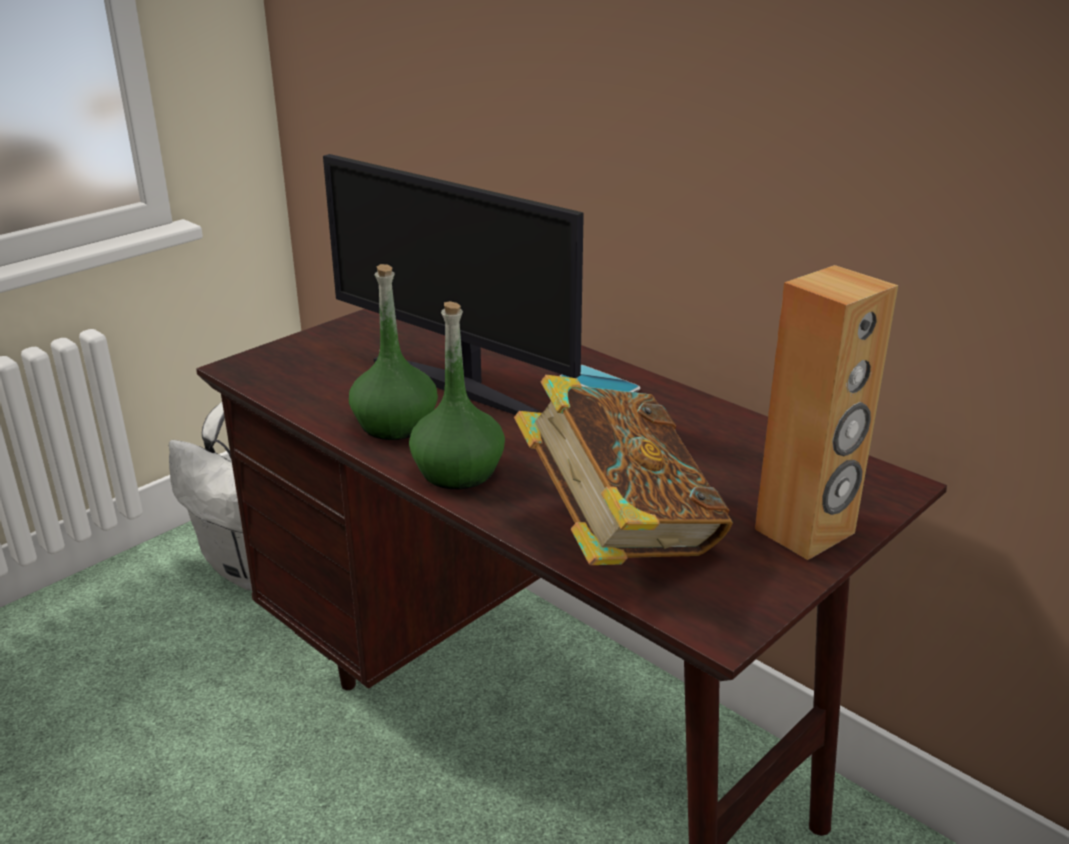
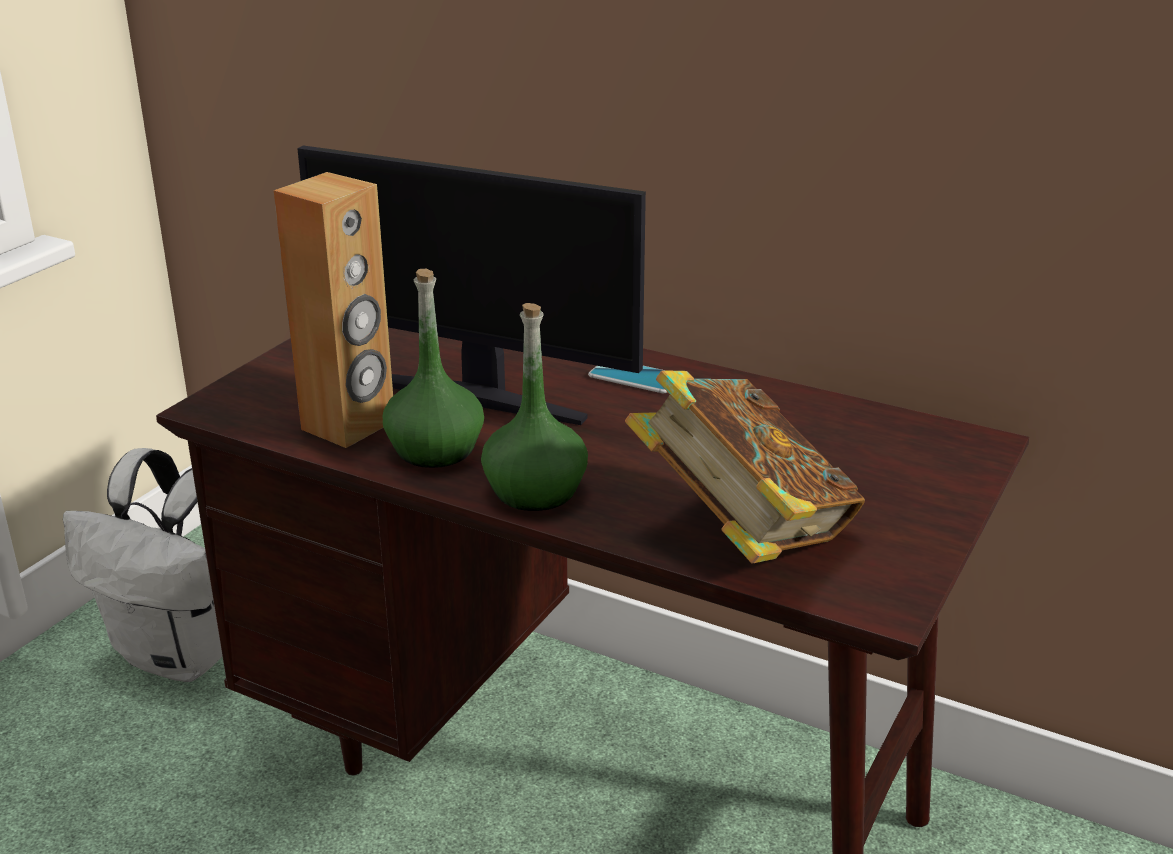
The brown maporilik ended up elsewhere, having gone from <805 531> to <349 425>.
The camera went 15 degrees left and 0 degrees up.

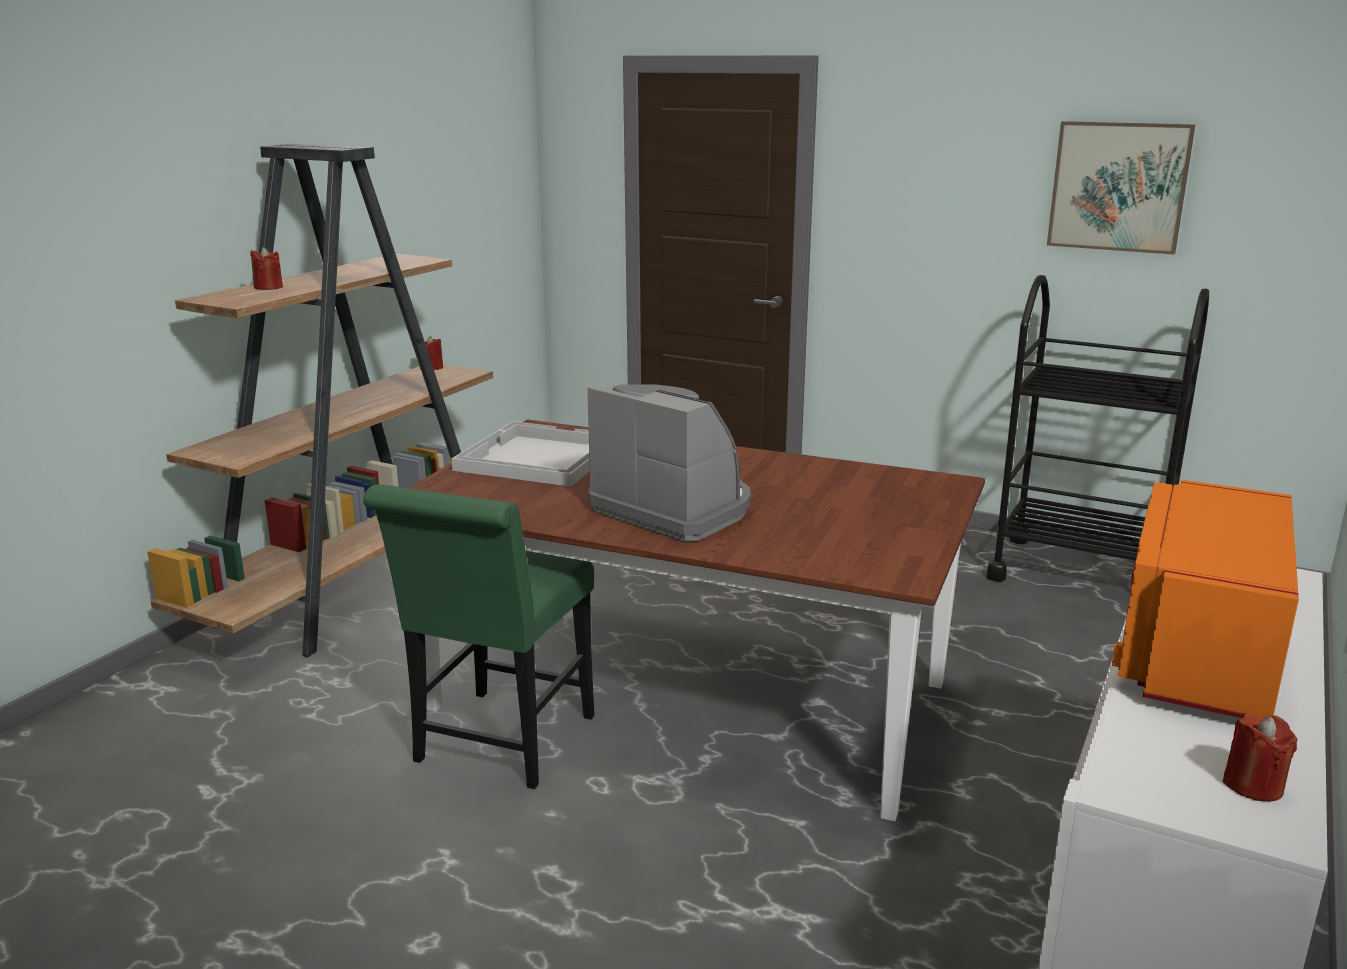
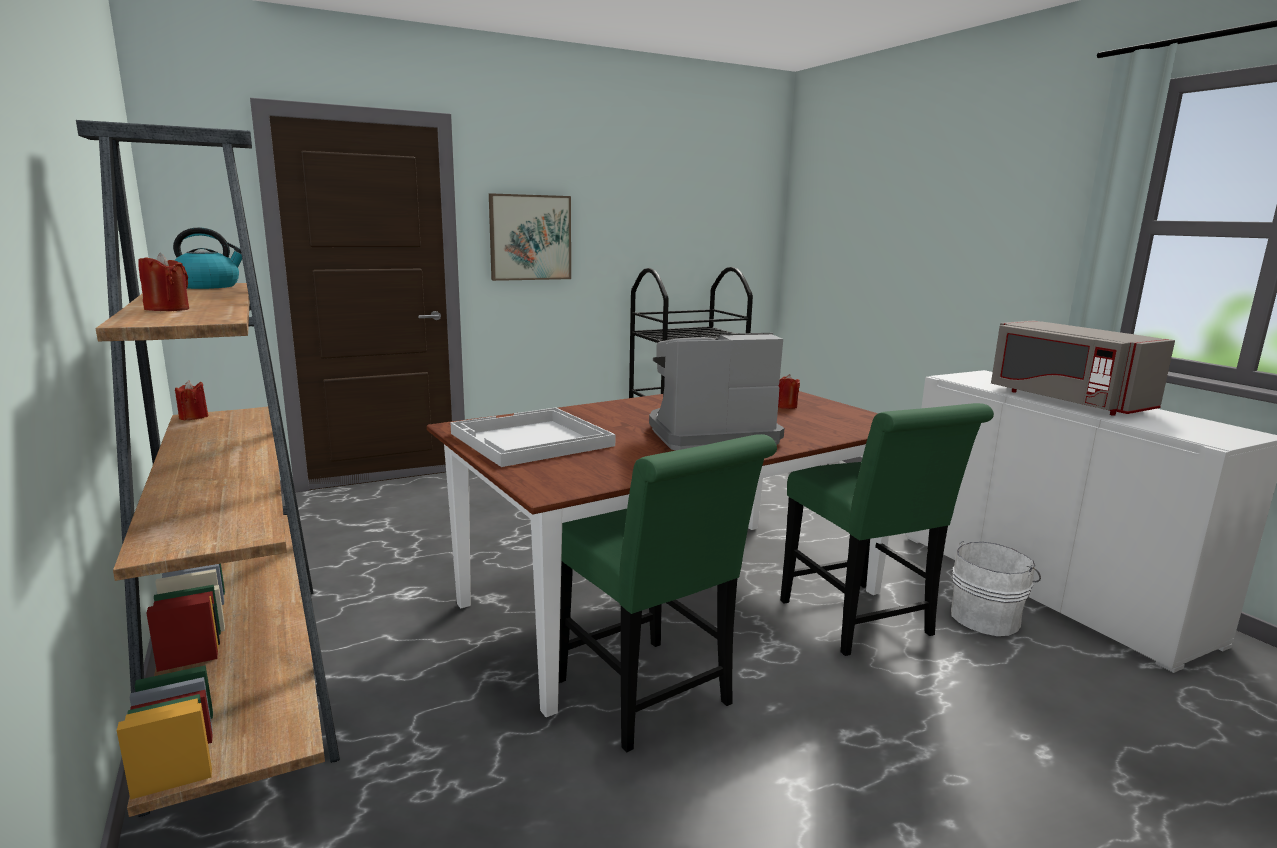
The second view gained the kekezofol at <208 286>.
The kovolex ended up elsewhere, having gone from <1118 186> to <530 237>.
The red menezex ended up elsewhere, having gone from <1253 785> to <786 406>.
The second view gained the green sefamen at <862 623>.
The second view gained the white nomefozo at <987 617>.
What was the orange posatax at <1196 652> turned into the grey posatax at <1065 400>.
The camera went 55 degrees left and 5 degrees down.

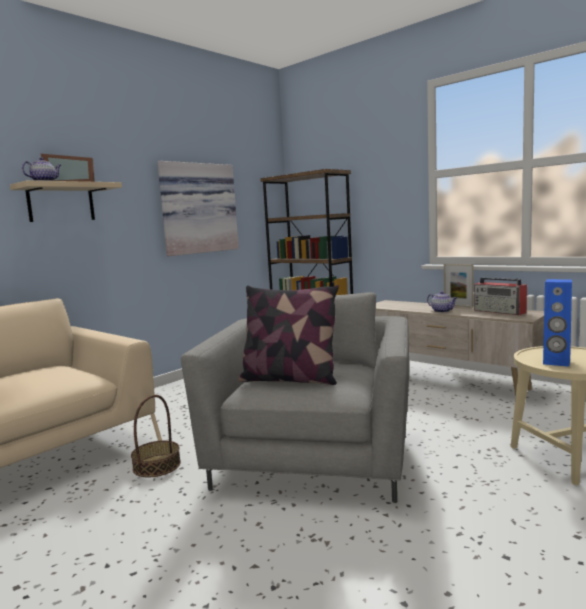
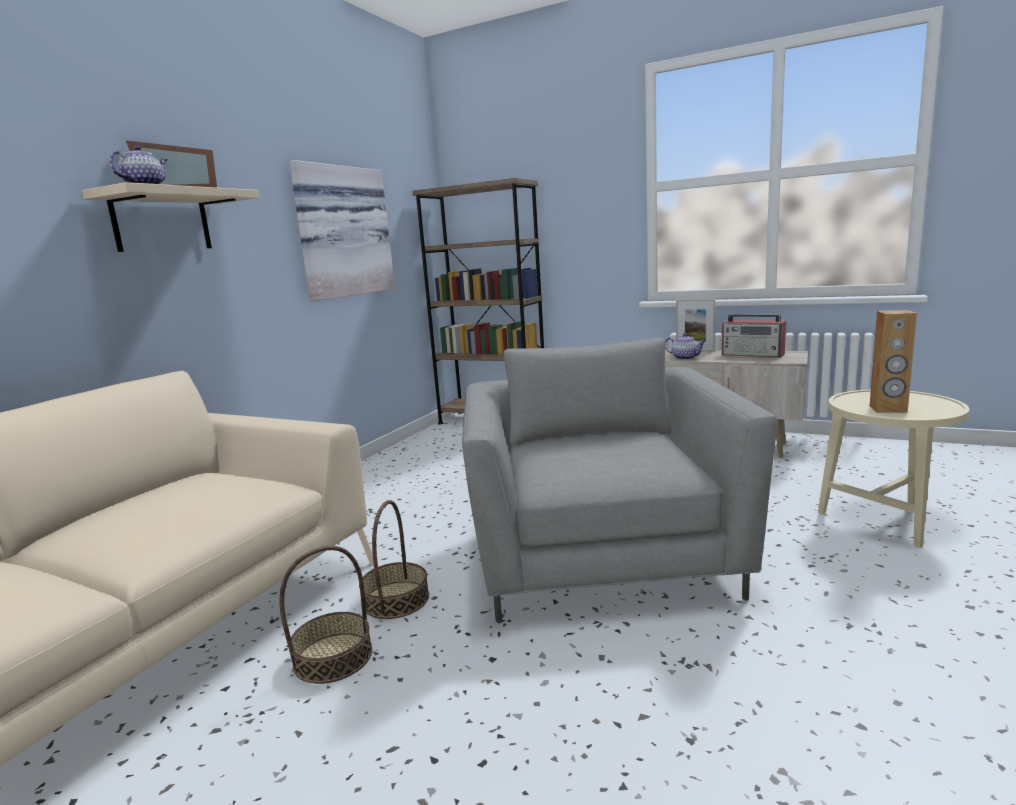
The second view gained the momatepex at <333 657>.
What was the blue maporilik at <556 362> turned into the brown maporilik at <888 409>.
The second view lost the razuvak at <289 379>.
The camera went 15 degrees left and 5 degrees up.

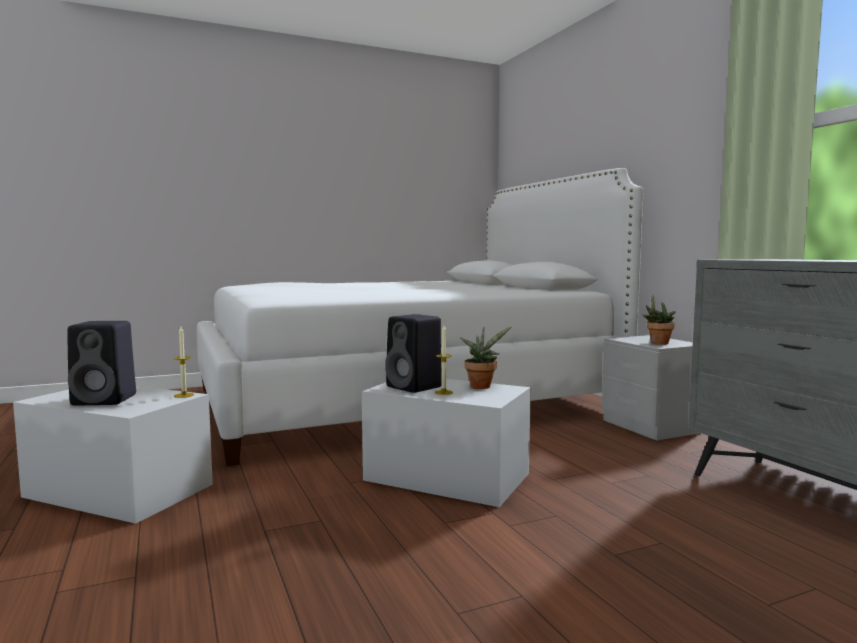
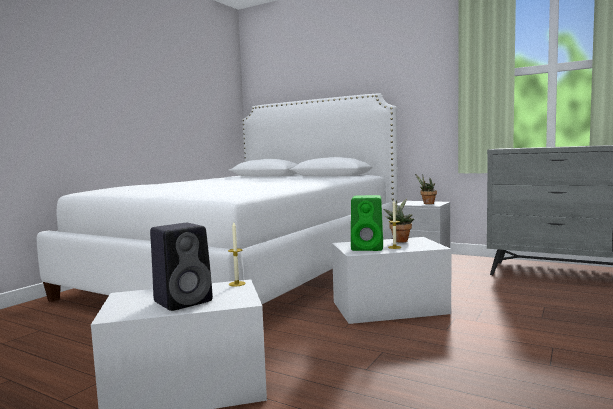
What was the black maporilik at <415 387> turned into the green maporilik at <368 248>.
The camera went 35 degrees left and 0 degrees up.

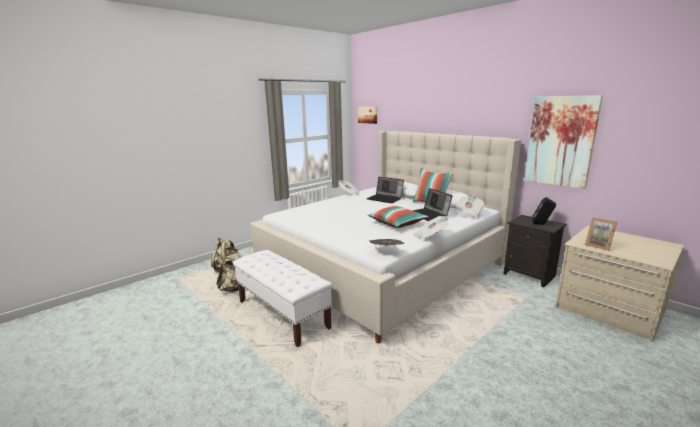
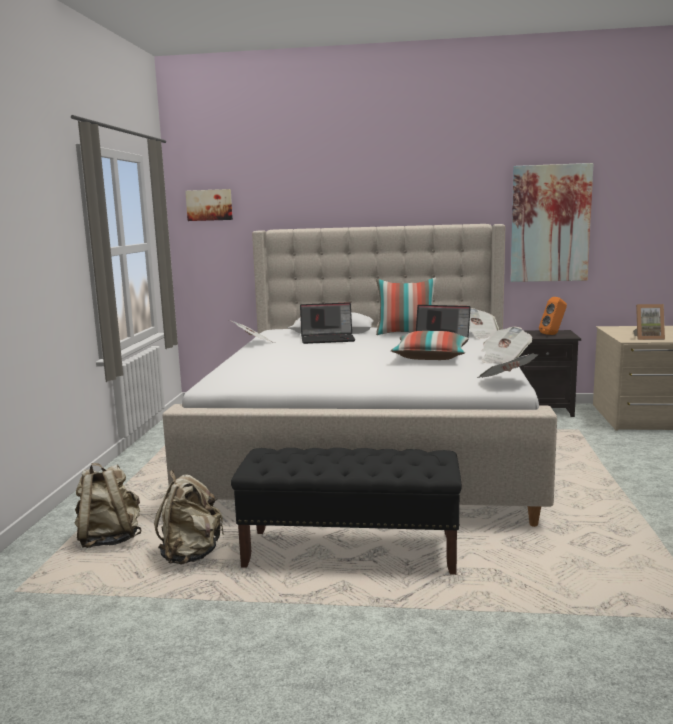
What was the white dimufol at <283 314> turned into the black dimufol at <351 552>.
What was the black maporilik at <541 224> turned into the orange maporilik at <553 334>.
The camera went 40 degrees left and 5 degrees down.

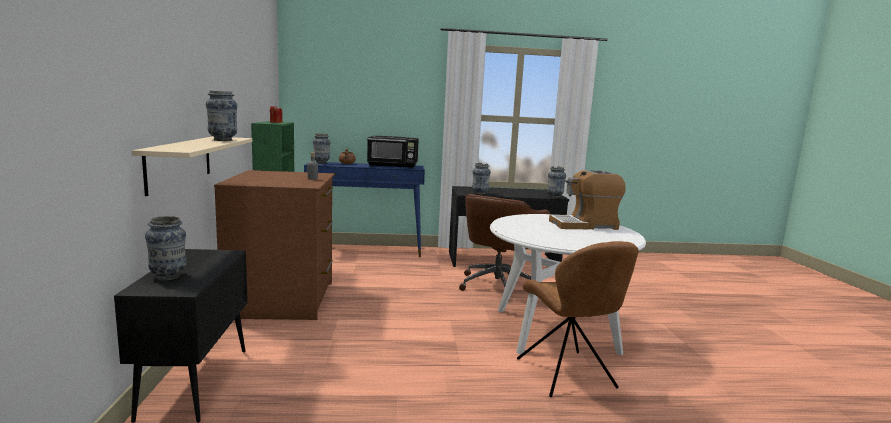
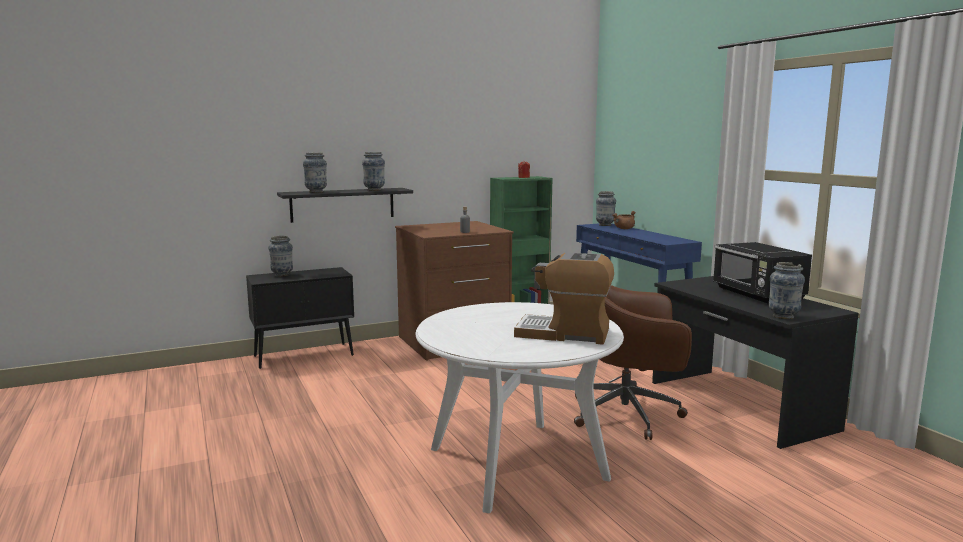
What was the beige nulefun at <179 162> turned into the black nulefun at <342 204>.
The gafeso ended up elsewhere, having gone from <480 193> to <316 192>.
The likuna at <584 225> ended up facing another way, 45 degrees counterclockwise from before.
The black posatax ended up elsewhere, having gone from <393 166> to <757 295>.
The second view lost the brown sefamen at <567 375>.
The camera went 70 degrees right and 0 degrees up.

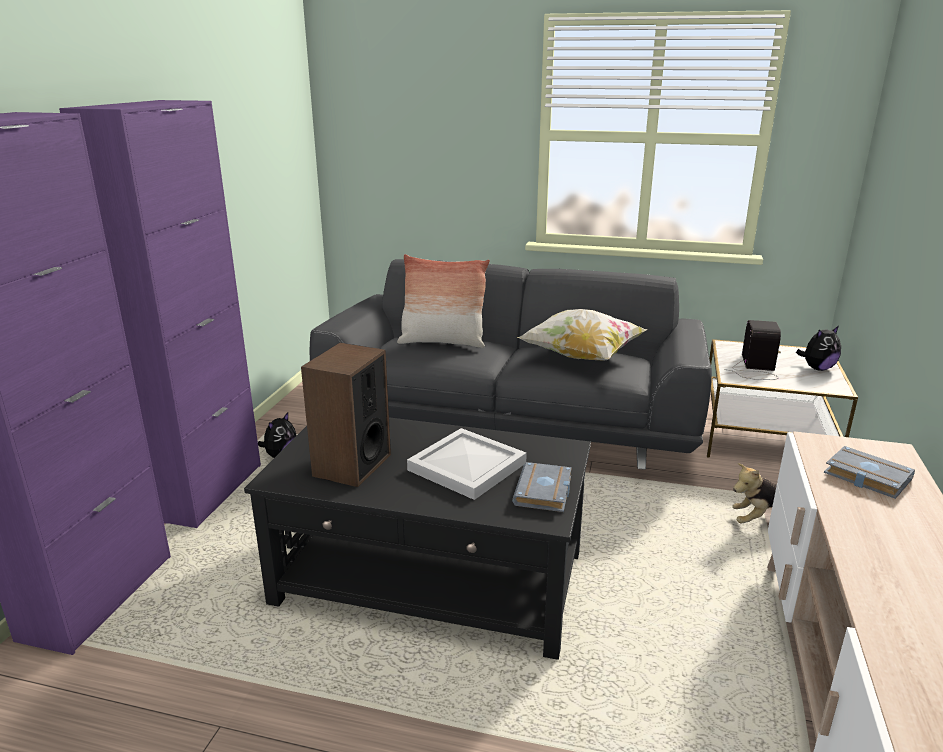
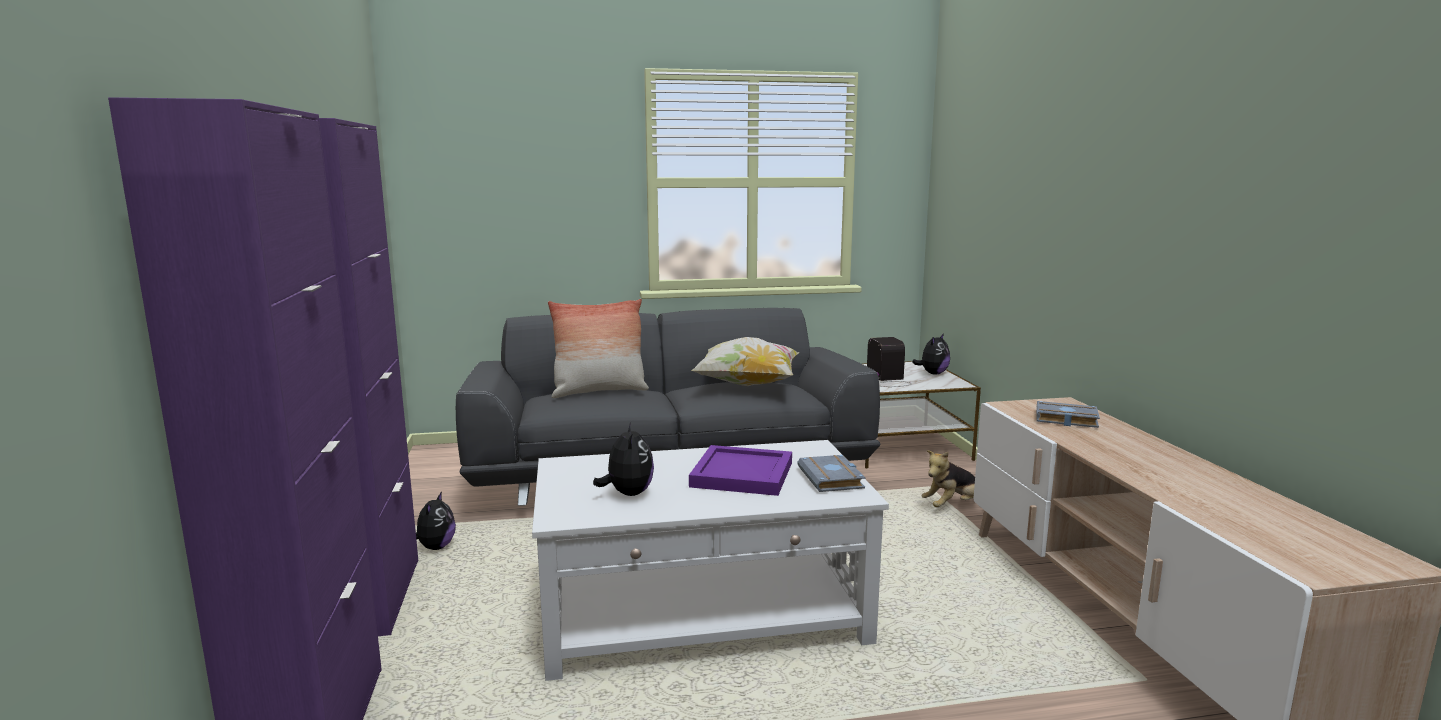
What was the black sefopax at <431 578> turned into the white sefopax at <704 613>.
Where the maporilik stood at <351 465>, the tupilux came to stand at <627 493>.
What was the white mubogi at <465 466> turned into the purple mubogi at <740 475>.
The camera went 25 degrees left and 10 degrees down.

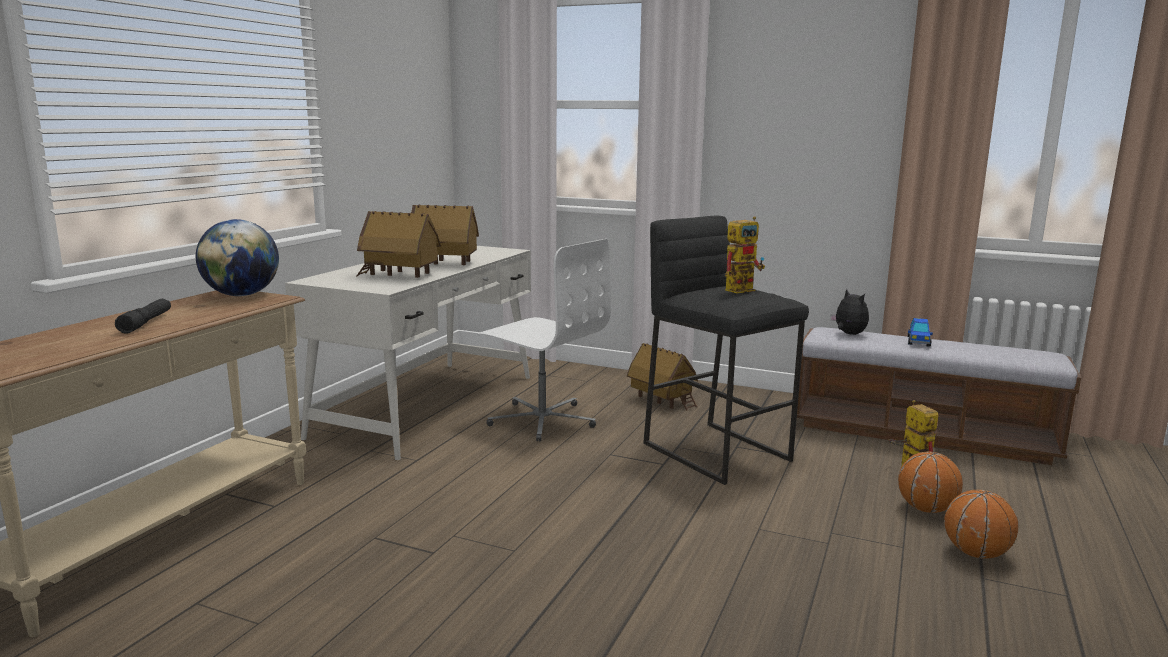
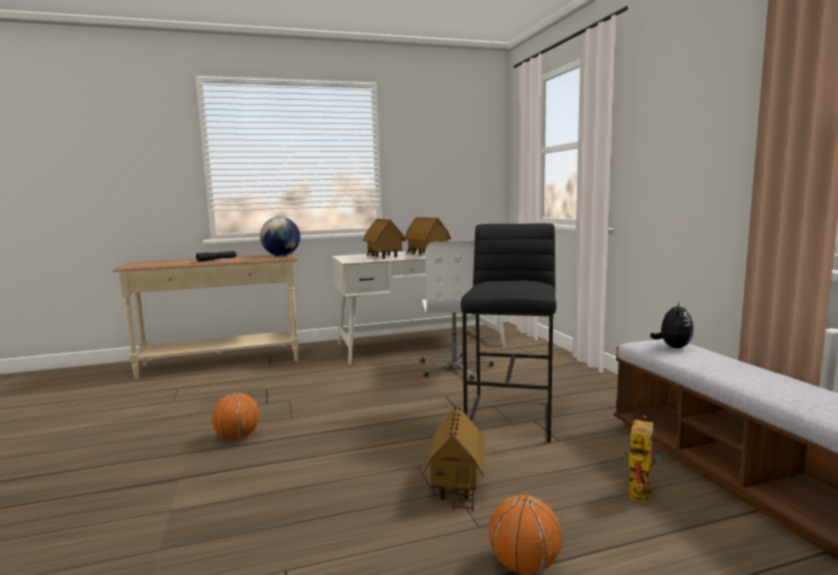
The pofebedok ended up elsewhere, having gone from <926 509> to <238 437>.
The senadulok ended up elsewhere, having gone from <662 401> to <456 485>.
The second view lost the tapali at <742 289>.
The second view lost the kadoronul at <918 341>.
The camera went 50 degrees right and 5 degrees down.

